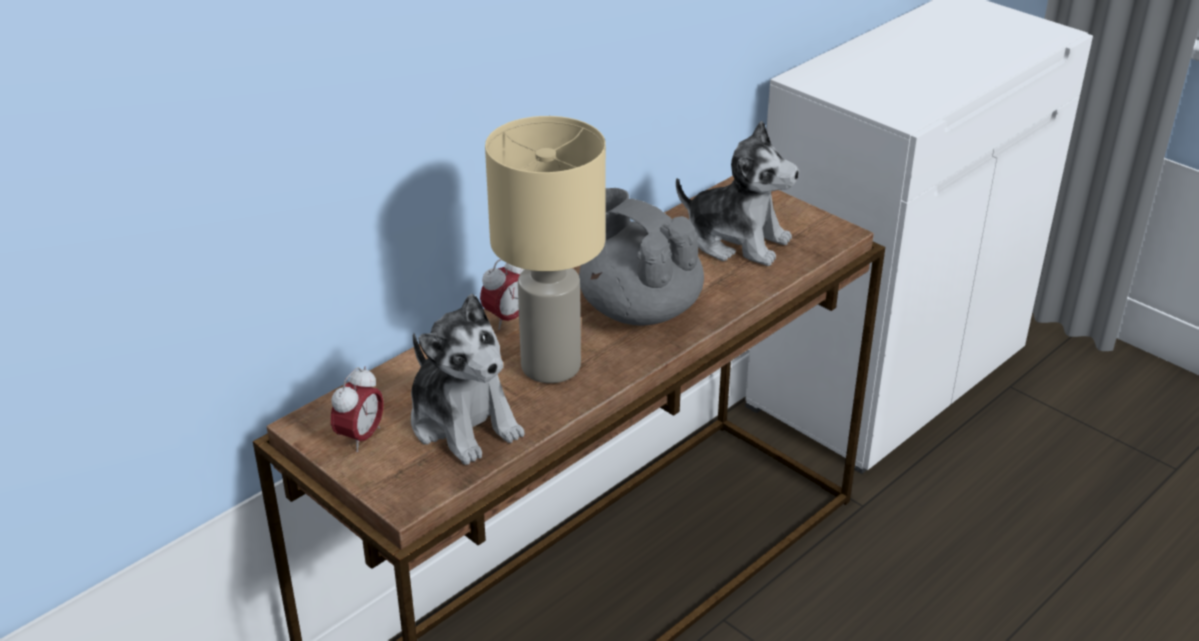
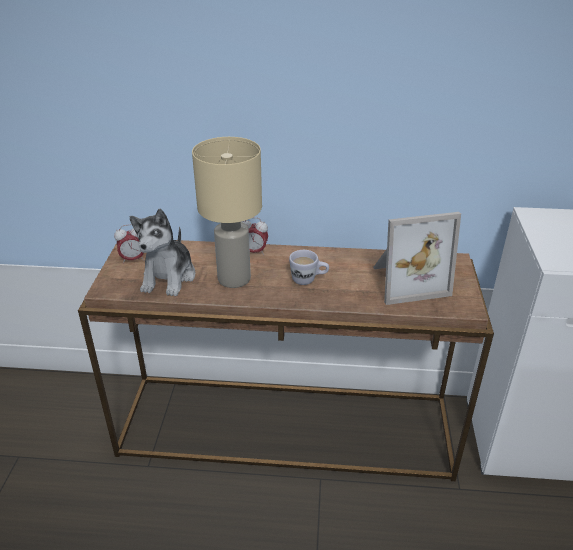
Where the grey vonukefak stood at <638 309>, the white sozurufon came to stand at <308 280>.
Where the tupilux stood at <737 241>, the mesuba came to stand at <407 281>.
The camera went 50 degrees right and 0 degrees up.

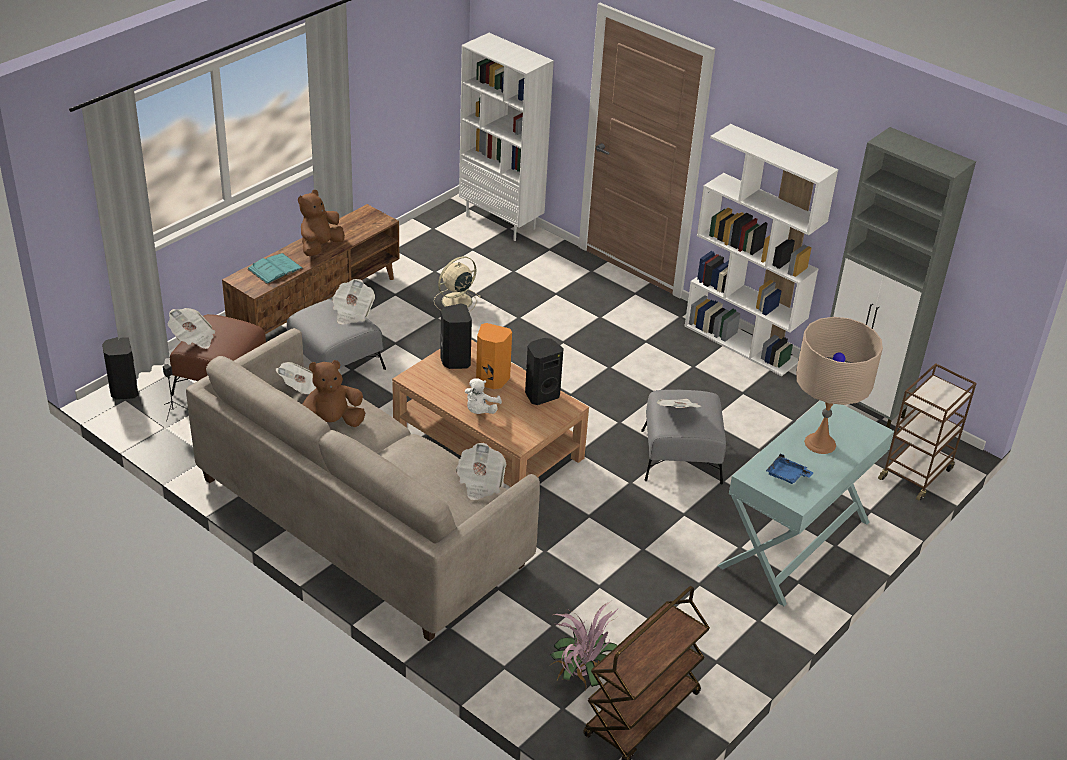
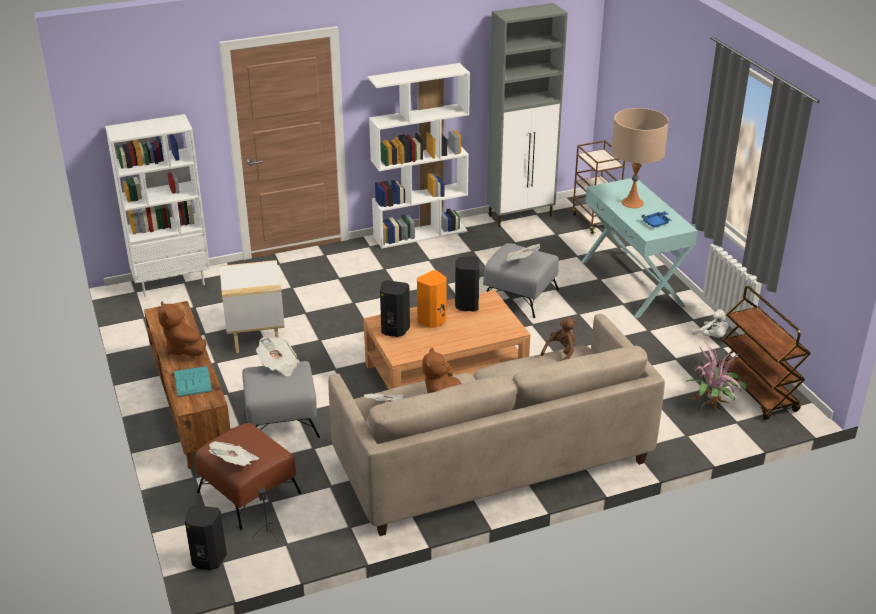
Where the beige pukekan stood at <455 301>, the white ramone came to stand at <256 335>.
Where the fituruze stood at <480 483>, the brown tupilux came to stand at <561 353>.
The white tupilux ended up elsewhere, having gone from <480 411> to <711 337>.
The camera went 60 degrees left and 5 degrees down.

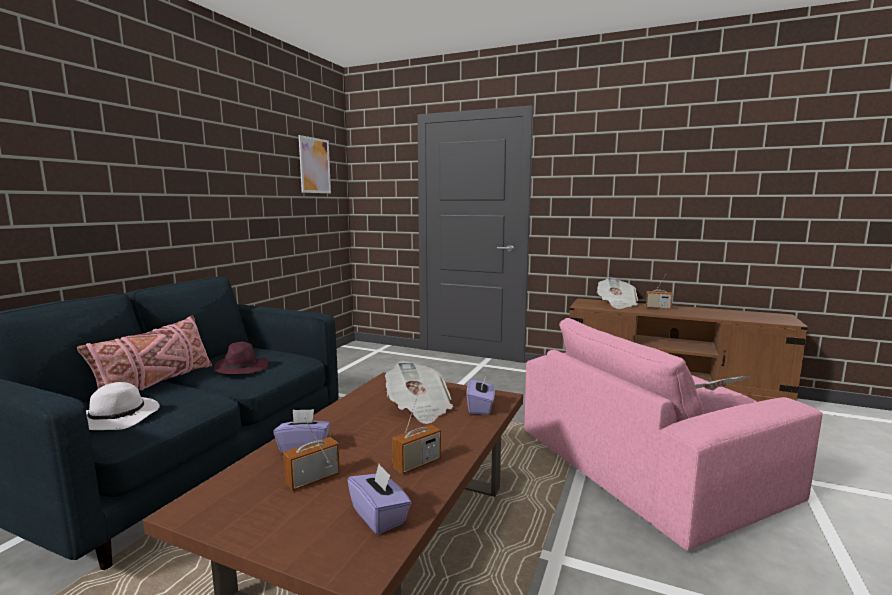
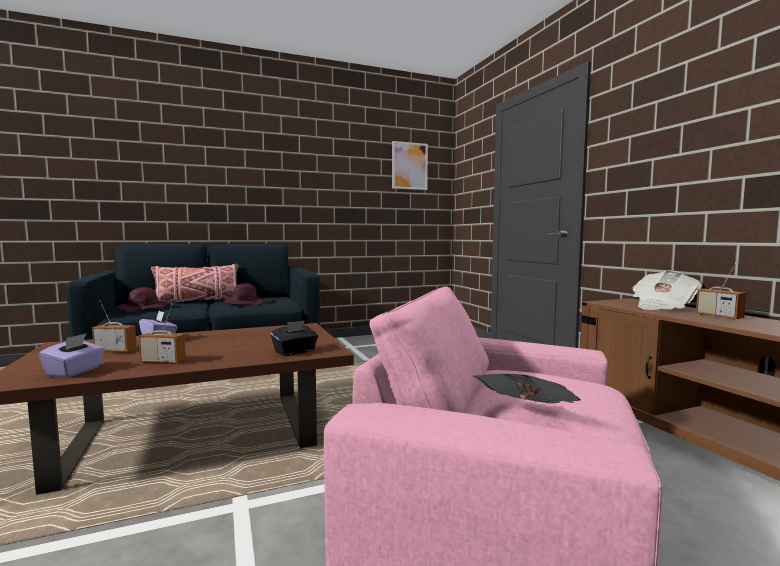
What was the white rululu at <119 417> turned into the purple rululu at <144 309>.
What was the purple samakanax at <480 407> turned into the black samakanax at <295 352>.
The second view lost the fituruze at <419 409>.
The camera went 45 degrees right and 5 degrees down.

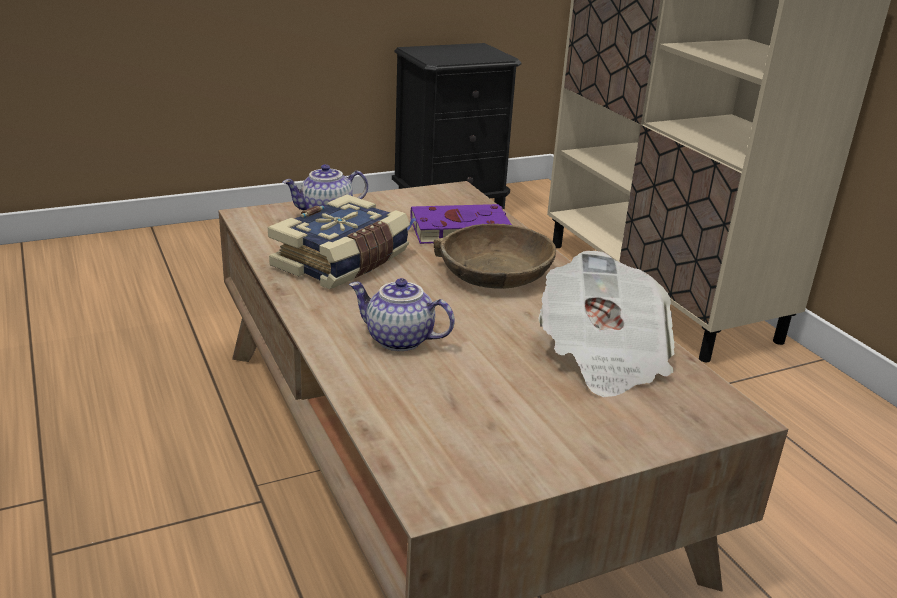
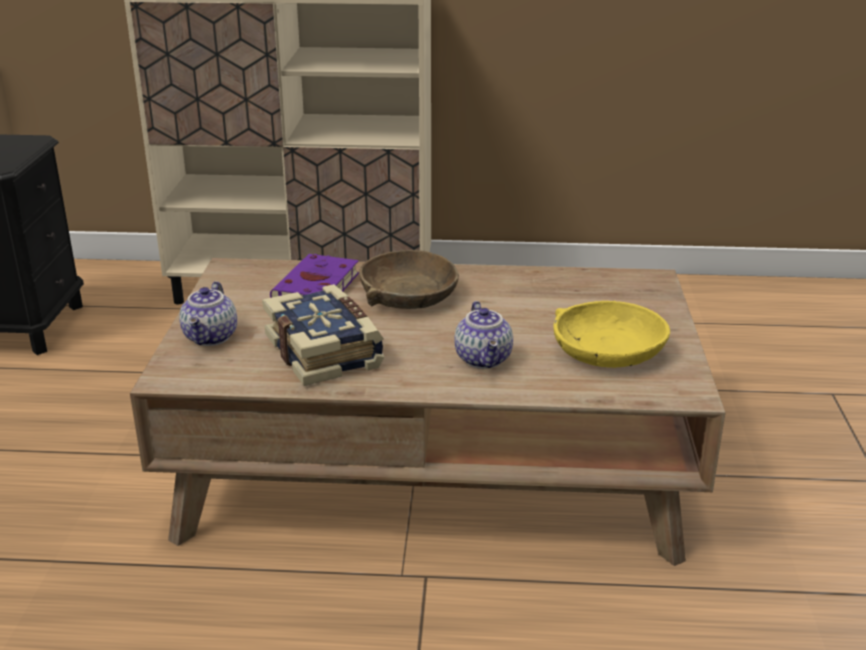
The vonukefak at <398 340> ended up facing another way, 60 degrees counterclockwise from before.
The second view gained the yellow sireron at <607 350>.
The second view lost the fituruze at <602 356>.
The camera went 60 degrees left and 0 degrees up.

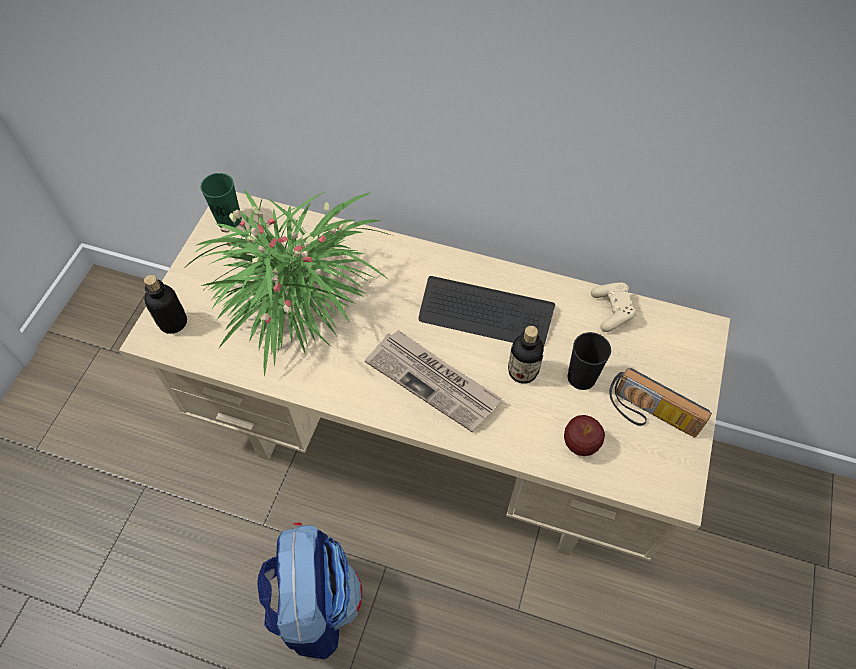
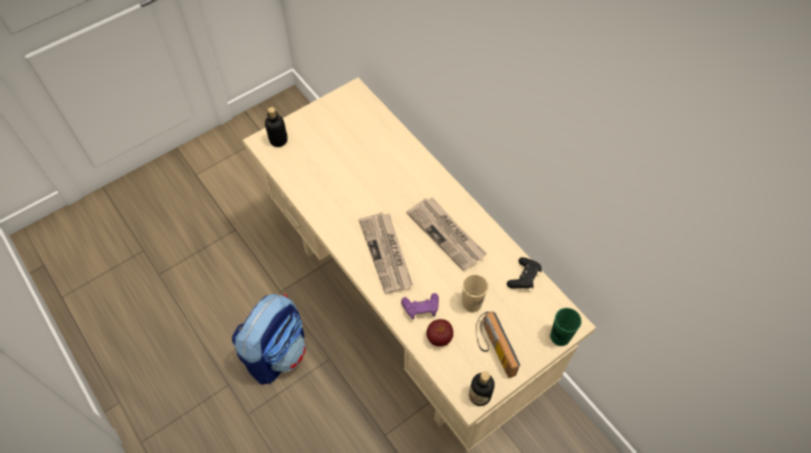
The second view gained the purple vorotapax at <421 309>.
Where the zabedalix stood at <485 314>, the fituruze came to stand at <447 234>.
What was the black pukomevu at <581 377> turned into the beige pukomevu at <471 303>.
The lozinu ended up elsewhere, having gone from <522 371> to <479 395>.
What was the beige vorotapax at <612 311> turned into the black vorotapax at <524 278>.
The green pukomevu ended up elsewhere, having gone from <229 220> to <560 336>.
The second view lost the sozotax at <294 296>.
The camera went 35 degrees right and 0 degrees up.

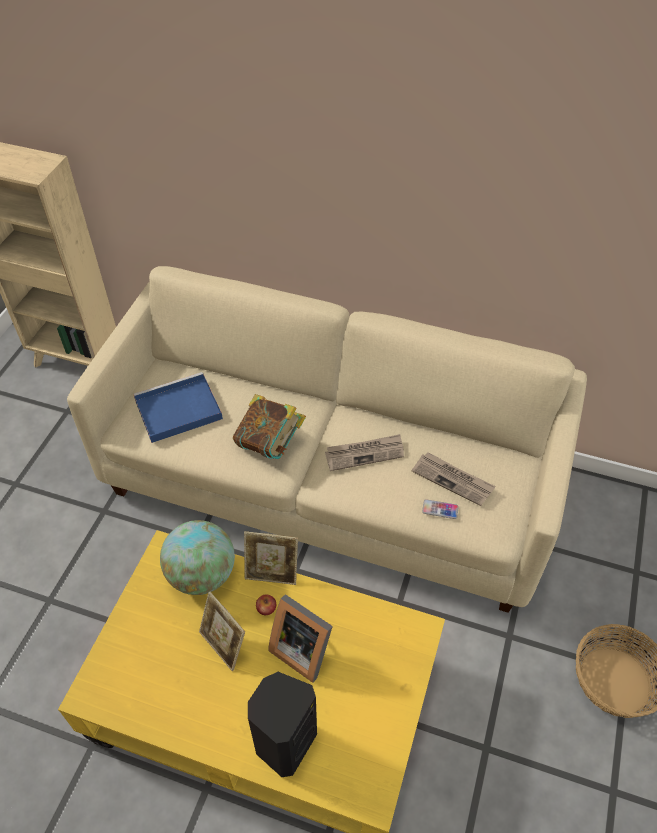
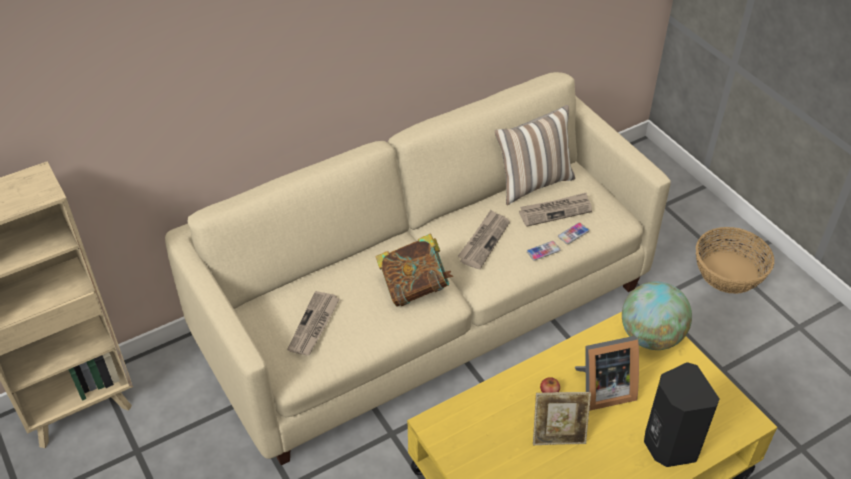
Where the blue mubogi stood at <177 410>, the fituruze came to stand at <314 325>.
The second view gained the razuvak at <533 183>.
The second view gained the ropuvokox at <543 251>.
The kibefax ended up elsewhere, having gone from <201 574> to <650 337>.
The second view lost the mesuba at <272 573>.
The camera went 50 degrees left and 5 degrees down.

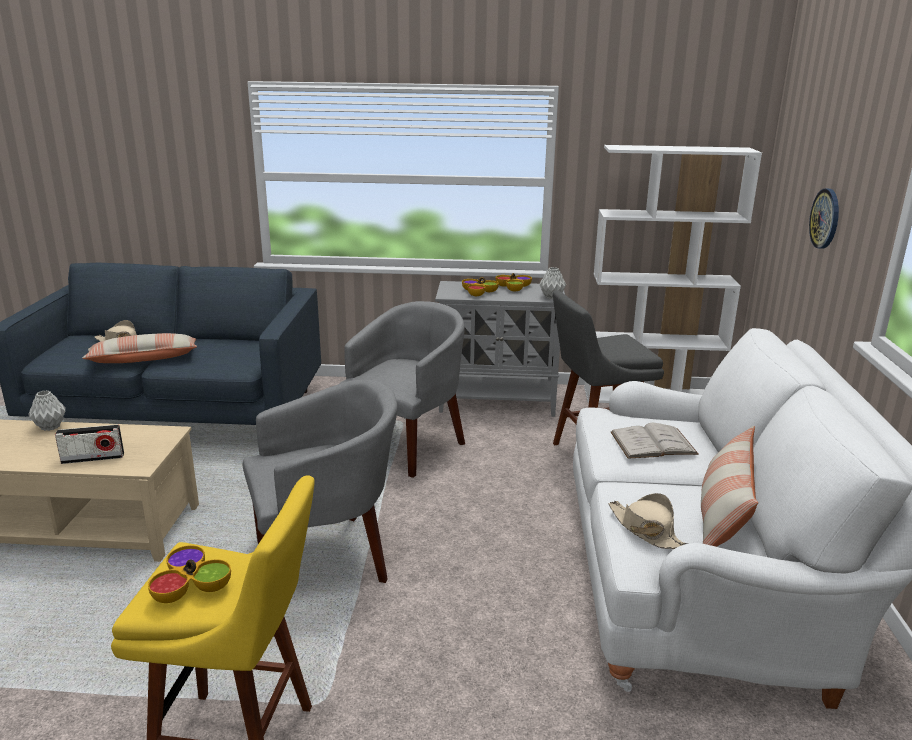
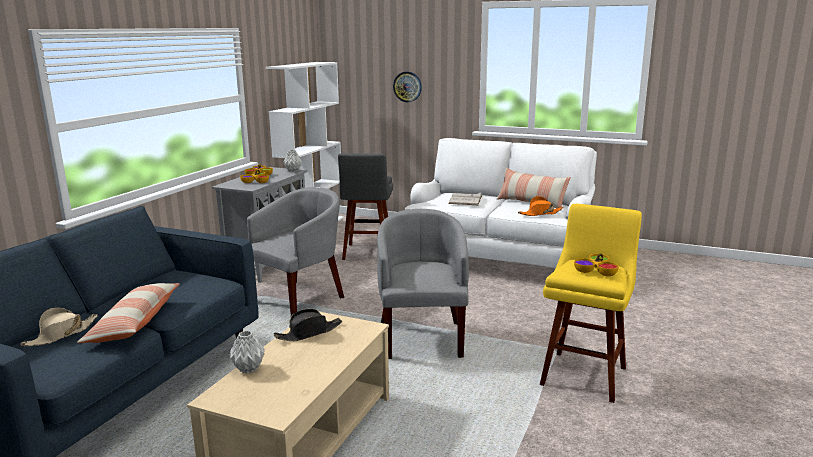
The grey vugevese at <407 446> ended up facing another way, 75 degrees clockwise from before.
The second view gained the black rululu at <309 333>.
What was the beige rululu at <647 530> turned into the orange rululu at <540 213>.
The second view lost the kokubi at <93 458>.
The camera went 70 degrees left and 5 degrees down.

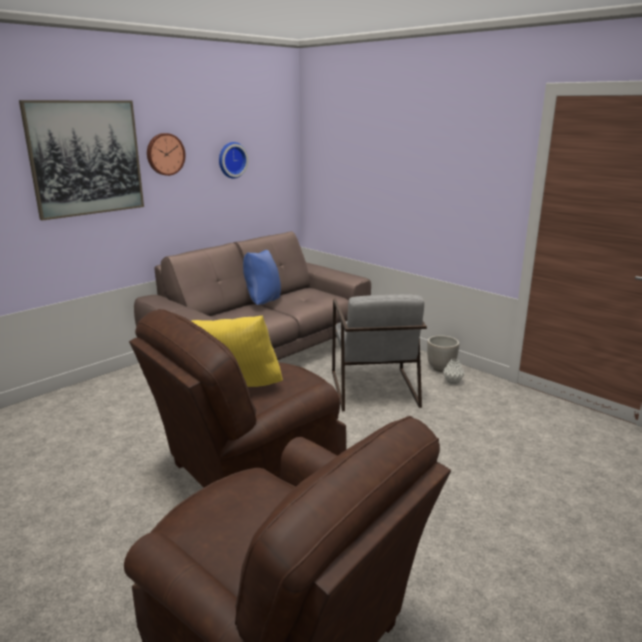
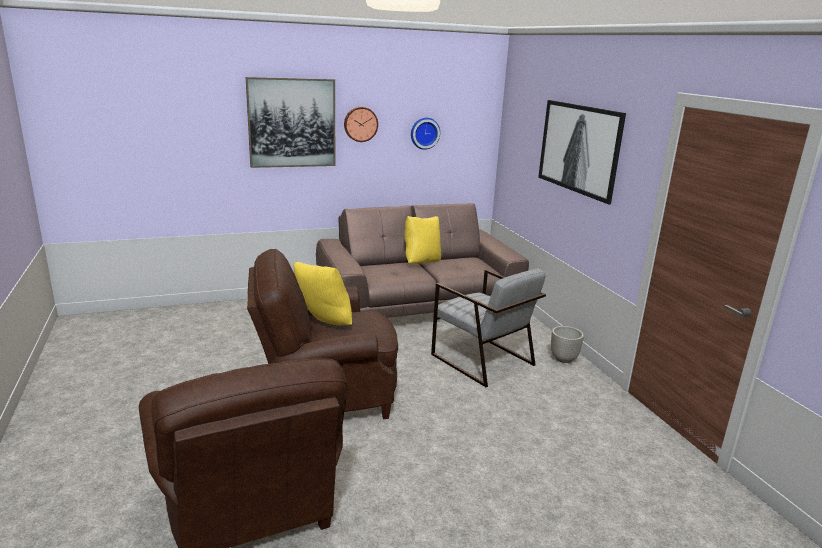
What was the blue razuvak at <262 302> turned into the yellow razuvak at <421 262>.
The grey vugevese at <373 389> ended up facing another way, 60 degrees counterclockwise from before.
The second view gained the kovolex at <579 148>.
The second view lost the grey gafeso at <453 382>.
The camera went 25 degrees right and 0 degrees up.

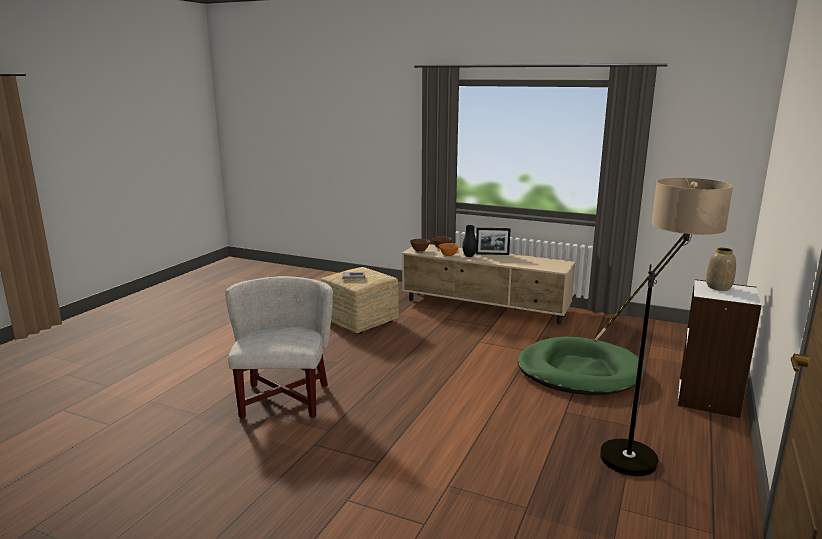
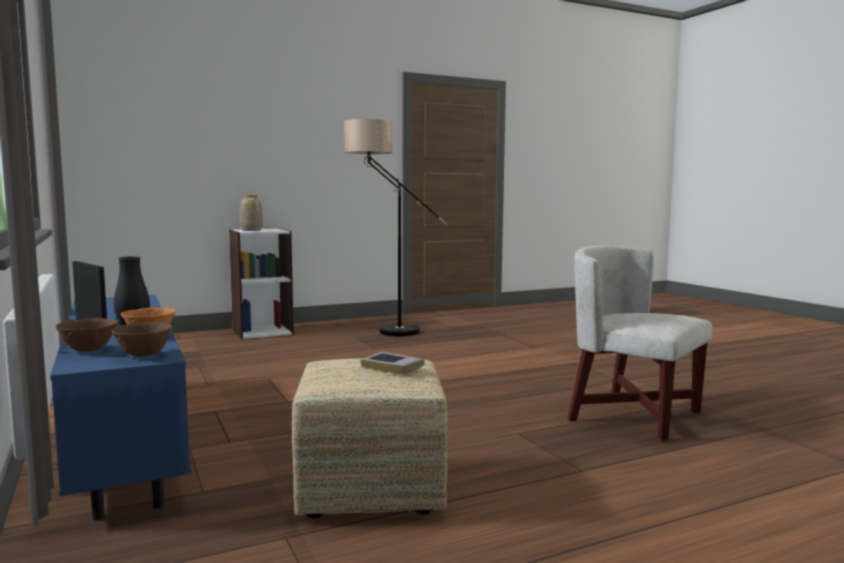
What was the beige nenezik at <485 308> turned into the blue nenezik at <126 436>.
The white vugevese at <284 400> ended up facing another way, 90 degrees clockwise from before.
The second view lost the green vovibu at <578 371>.
The camera went 140 degrees left and 10 degrees down.

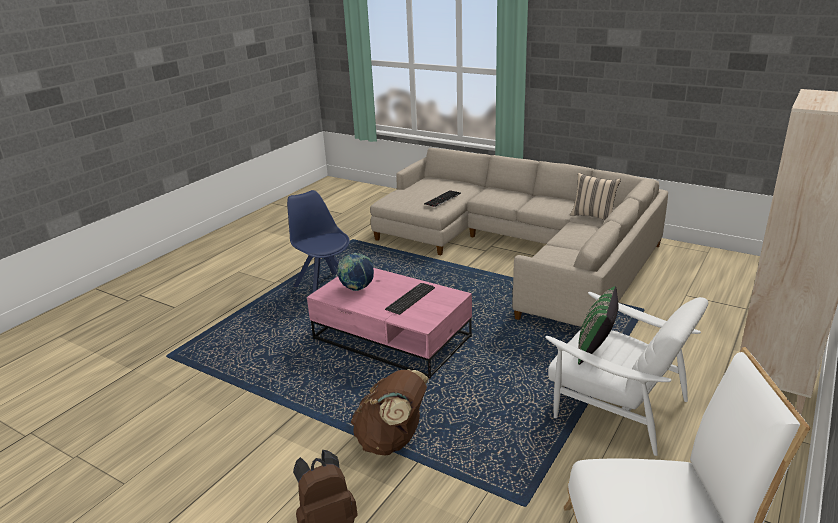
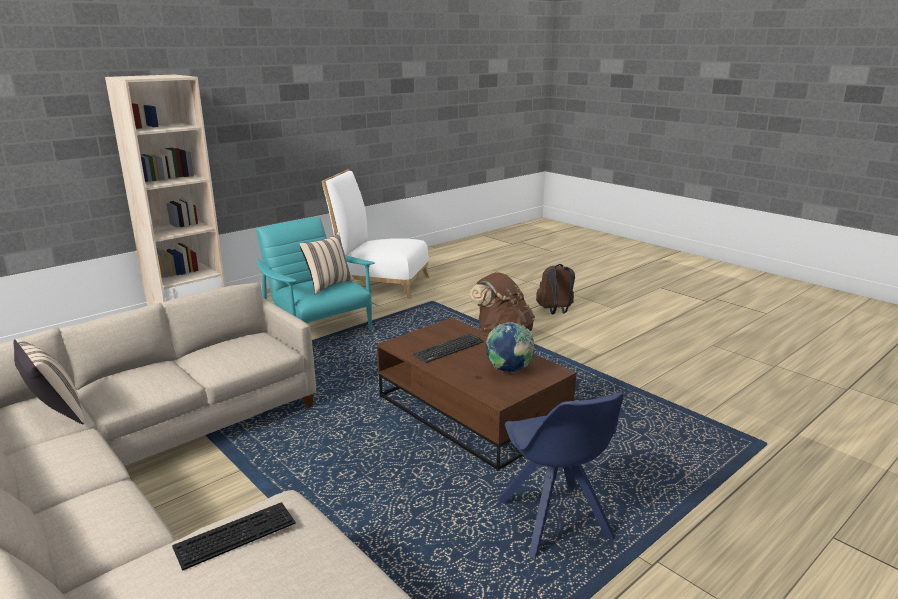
What was the white vugevese at <616 406> turned into the turquoise vugevese at <317 328>.
What was the green razuvak at <596 350> turned into the beige razuvak at <328 285>.
What was the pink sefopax at <393 338> turned into the brown sefopax at <469 412>.
The camera went 165 degrees left and 5 degrees down.

